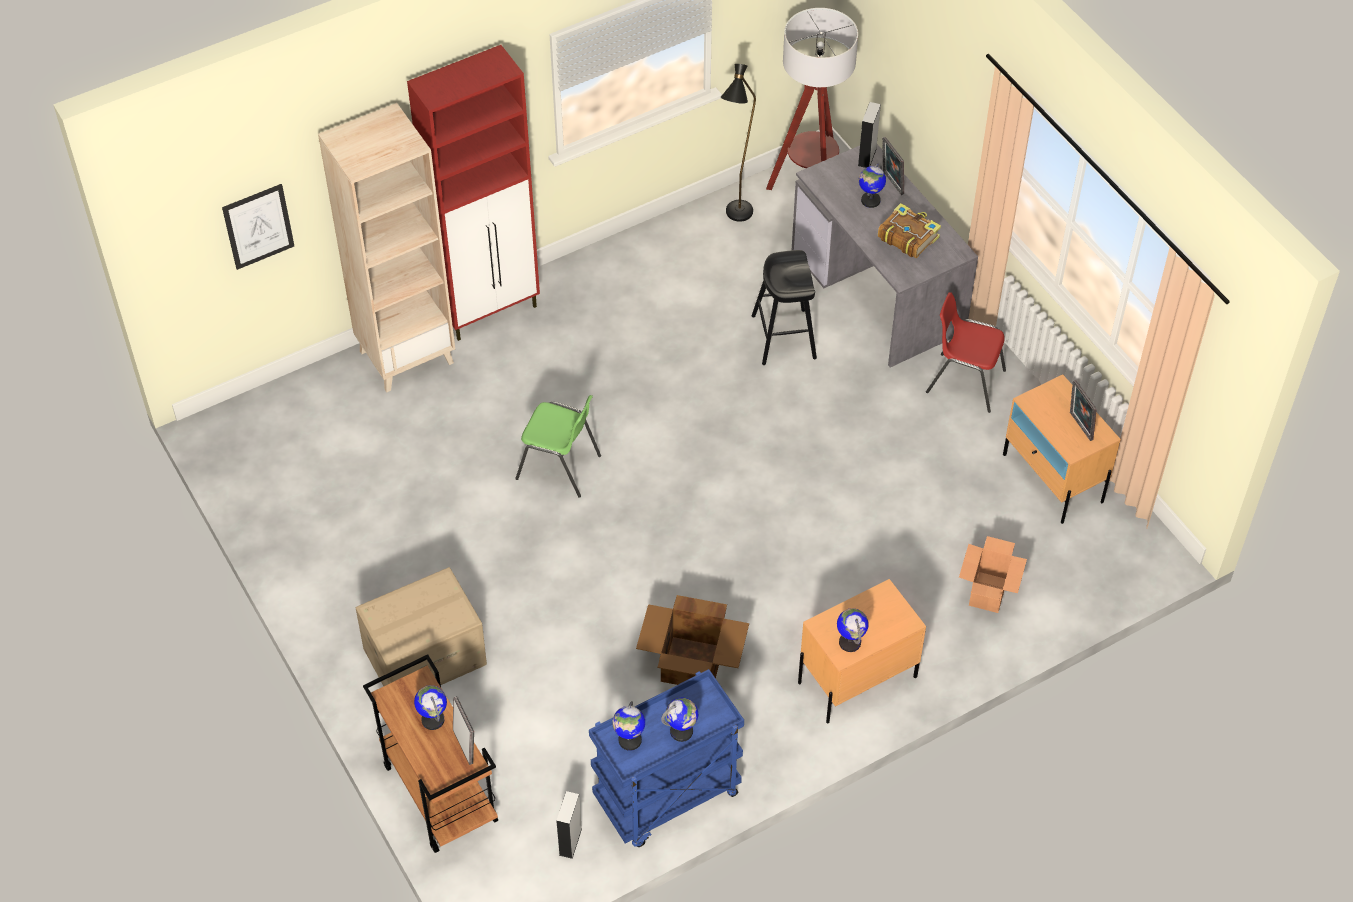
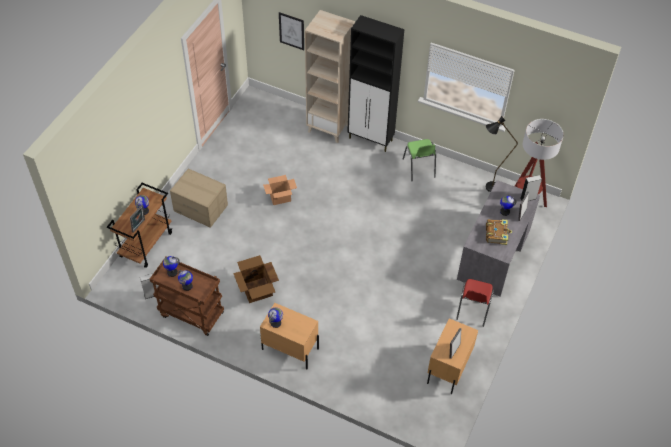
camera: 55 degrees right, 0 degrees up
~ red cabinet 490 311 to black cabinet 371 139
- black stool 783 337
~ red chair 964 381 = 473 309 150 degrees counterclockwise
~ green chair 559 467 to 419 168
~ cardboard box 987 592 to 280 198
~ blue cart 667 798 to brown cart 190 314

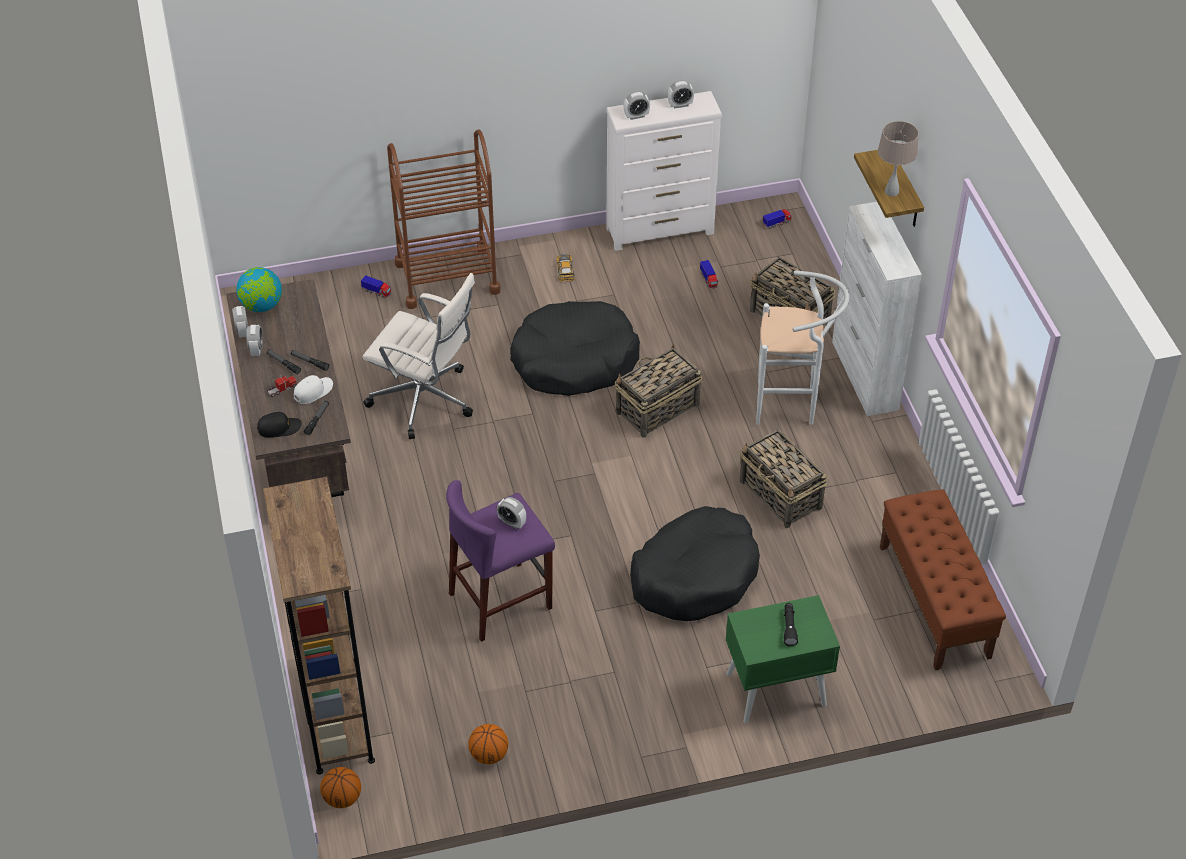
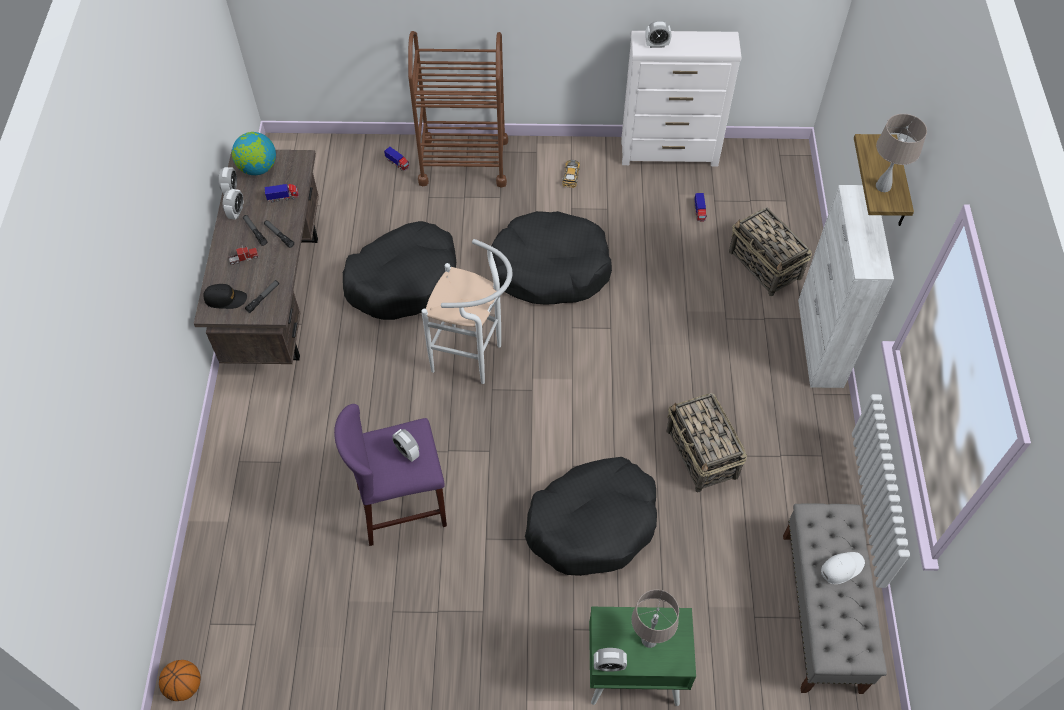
camera: 15 degrees right, 10 degrees up
~ alarm clock 680 105 to 609 665
~ toy truck 776 223 to 283 197
~ white stool 792 405 to 473 359
~ white office chair 425 400 to black dog bed 403 280
- basket 656 409
~ white cap 313 391 to 842 568
- brown bookcase 335 715
~ brown bench 934 602 to grey bench 821 612
~ black flashlight 789 627 to beige table lamp 649 639
- basketball 489 755

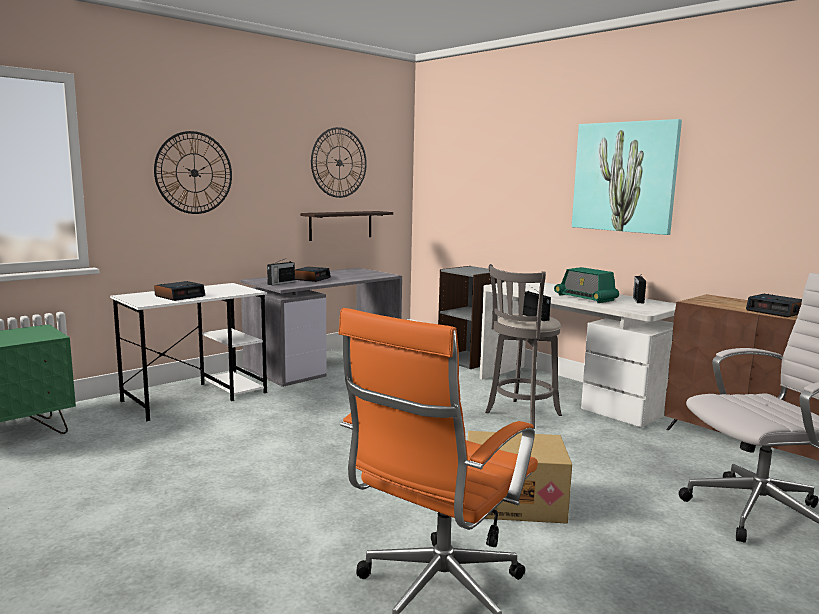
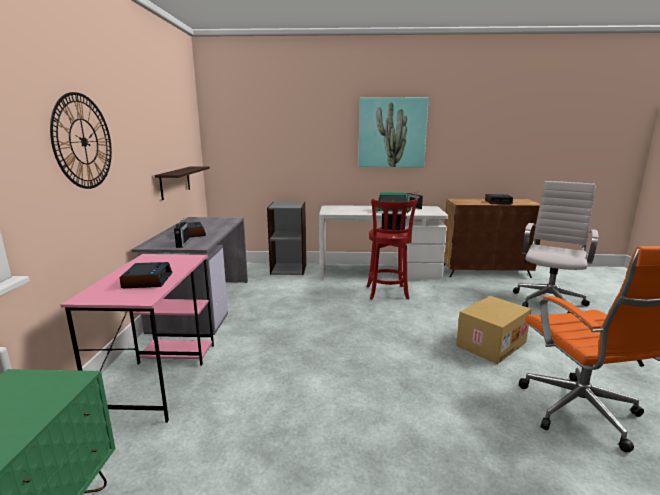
camera: 45 degrees left, 5 degrees up
- wall clock 339 162
~ grey stool 520 415 to red stool 387 293
~ white desk 196 396 to pink desk 160 376

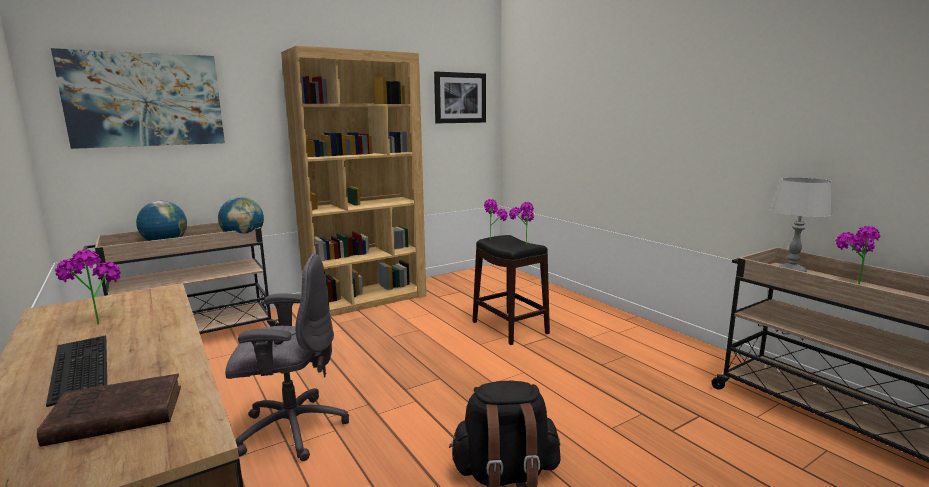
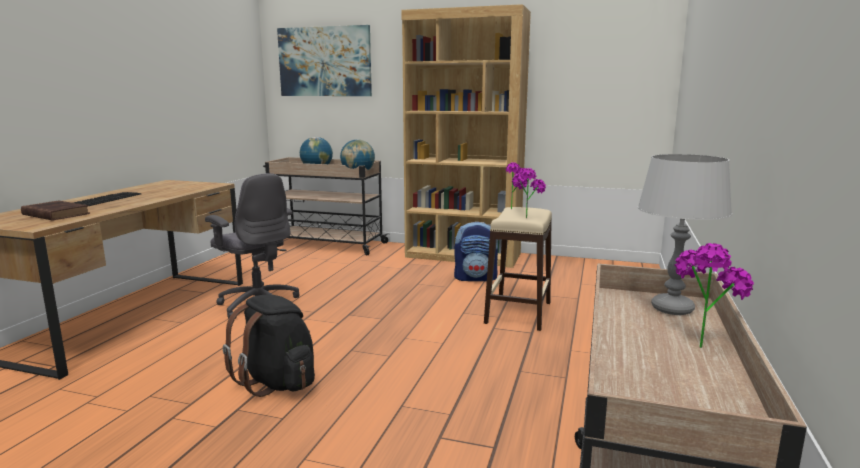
camera: 50 degrees right, 0 degrees up
- picture 460 98
~ black stool 509 327 to beige stool 517 312
- potted plant 97 321
+ backpack 476 278

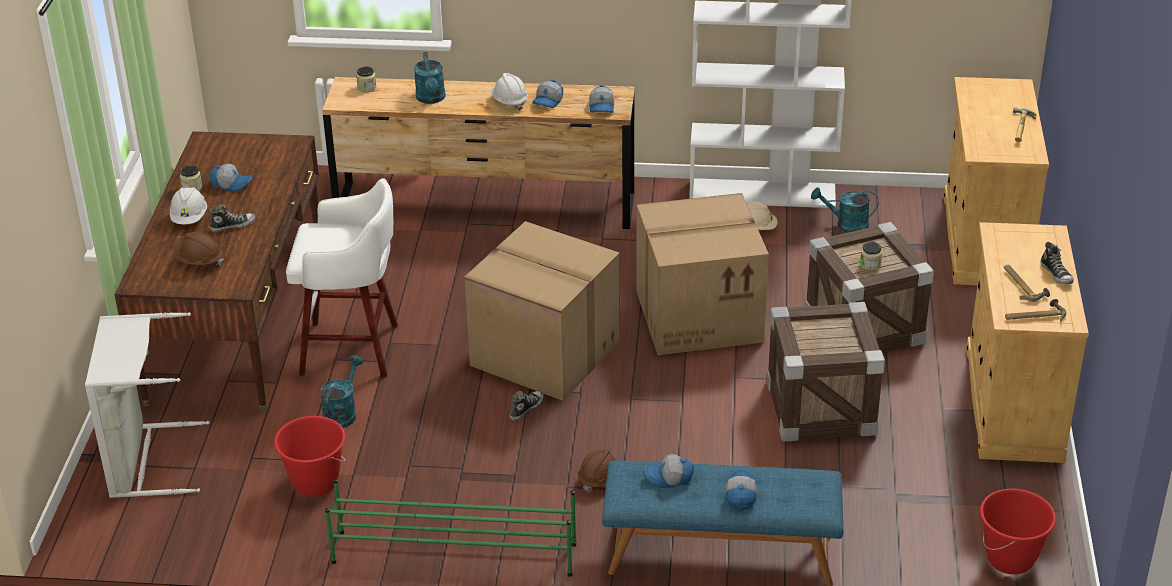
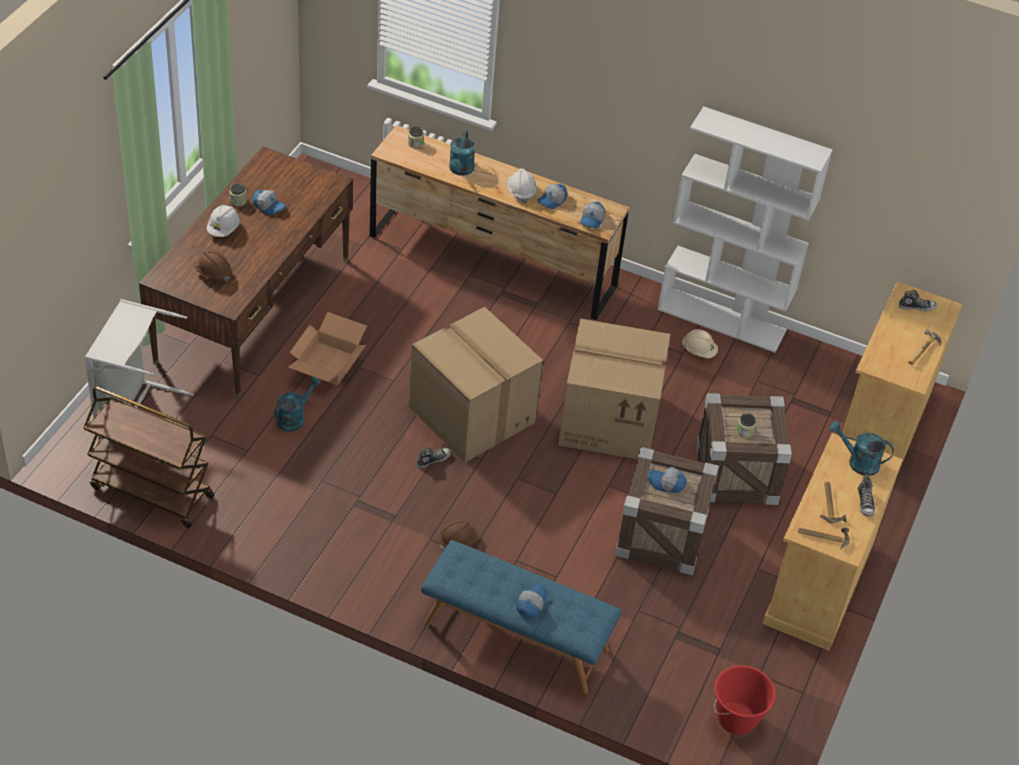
camera: 15 degrees right, 10 degrees up
~ white stool 353 350 to cardboard box 328 364
~ turquoise watering can 846 225 to 857 462
~ shoe 232 225 to 916 307
- red bucket 315 483
~ cap 669 478 to 666 484
- green shoe rack 453 553
+ brown cart 151 492

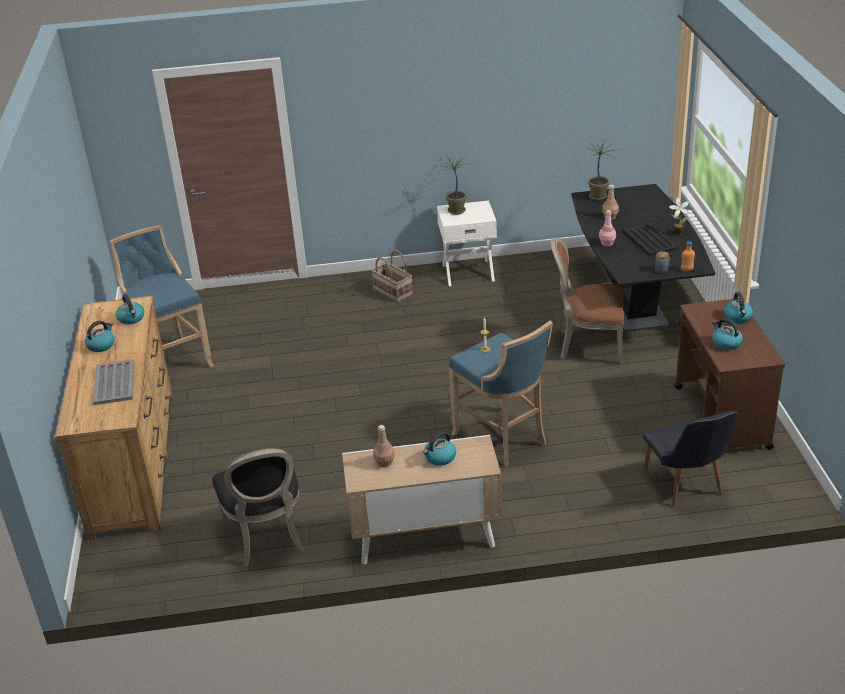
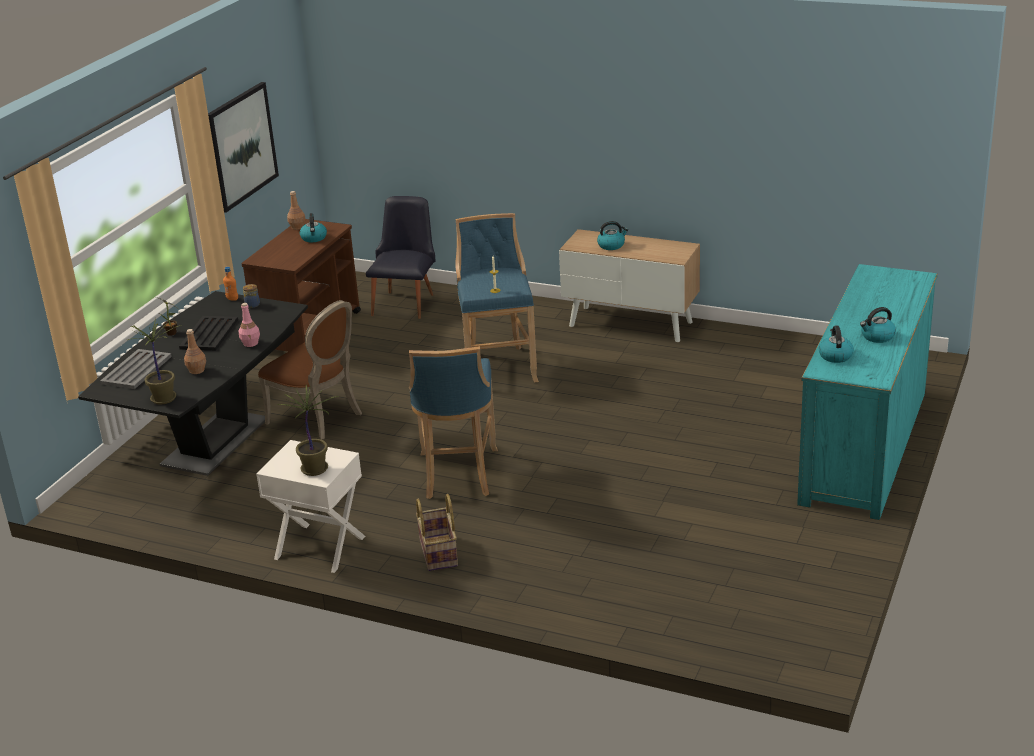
camera: 150 degrees left, 5 degrees down
~ blue stool 171 359 to 458 475
- kettle 737 317
~ brown dresser 133 461 to turquoise dresser 864 446
~ grey tray 114 382 to 136 370
~ brown bottle 385 462 to 297 227
- black chair 267 537
+ picture 241 146

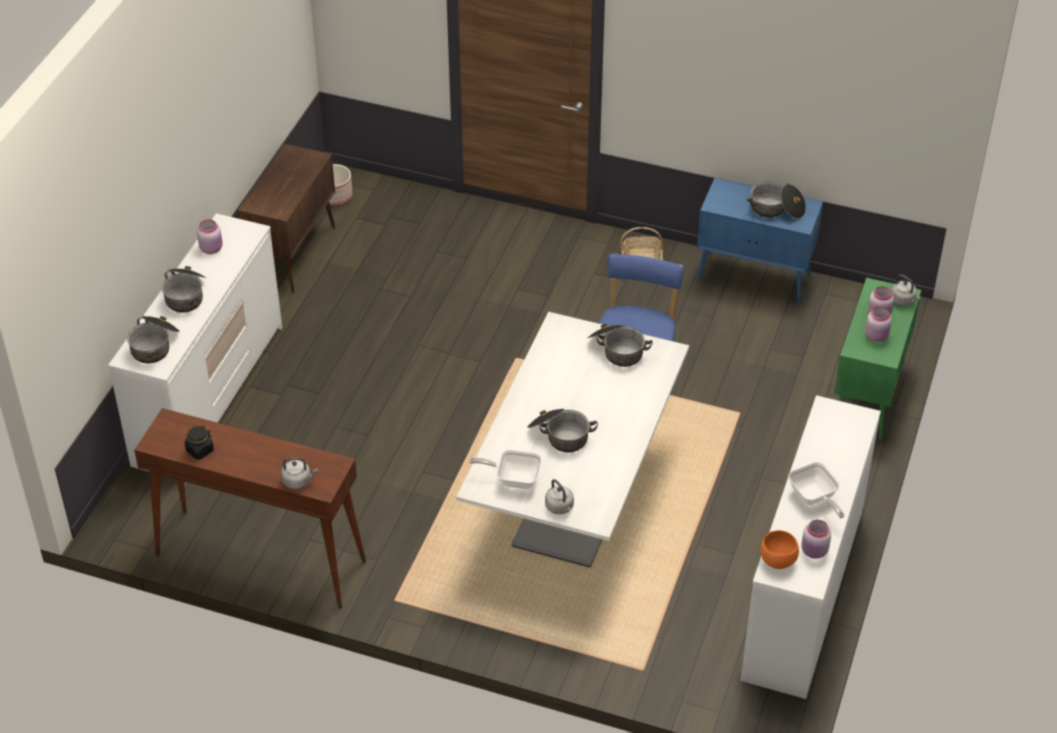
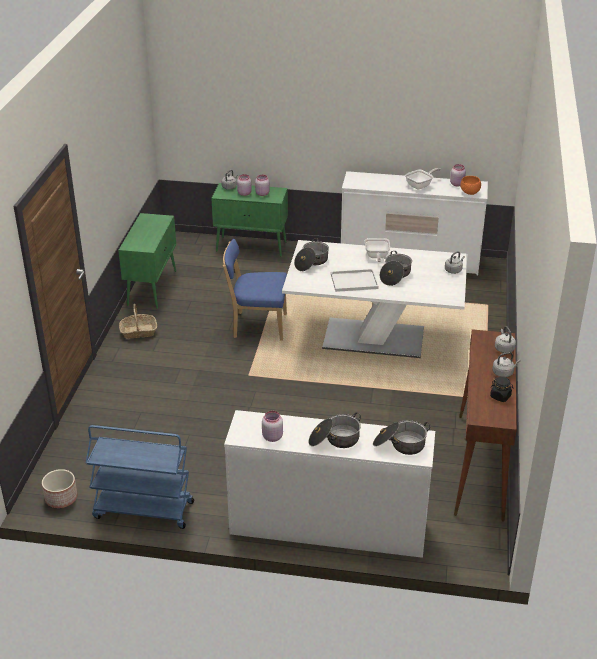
camera: 100 degrees left, 10 degrees down
~ brown cabinet 294 253 to blue cart 143 510
~ blue cabinet 754 279 to green cabinet 152 287
- cooking pot 776 209
~ frying pan 513 479 to 376 257
+ white tray 353 281
+ grey kettle 503 373

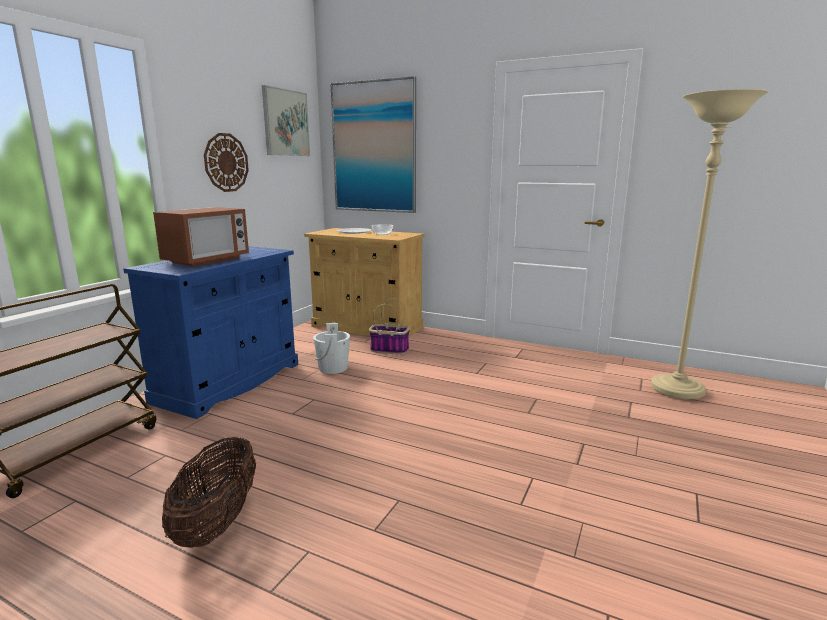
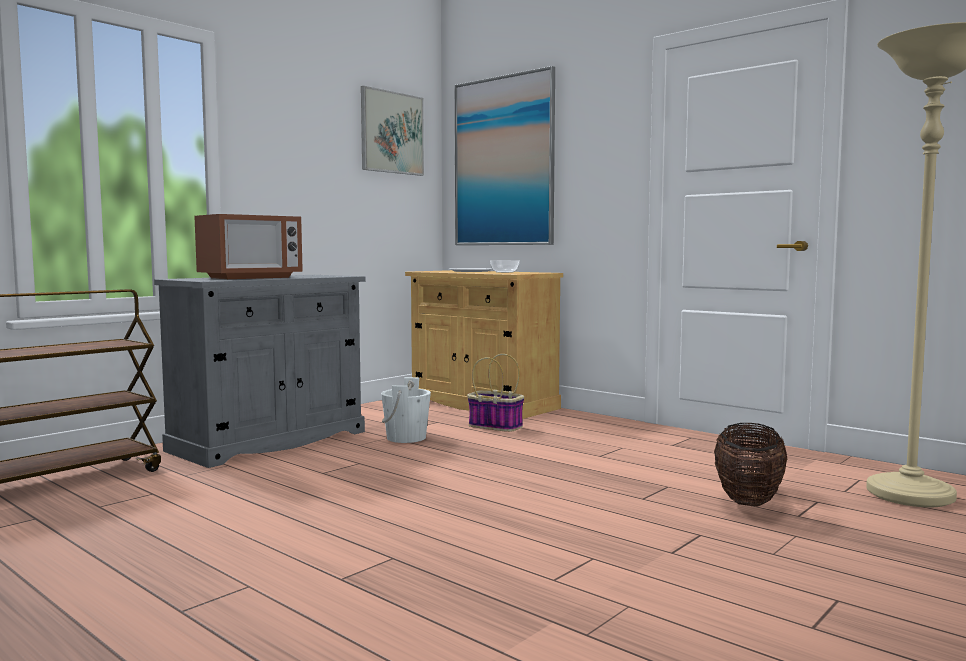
camera: 15 degrees right, 10 degrees down
- wall clock 226 162
~ blue cabinet 229 382 to grey cabinet 269 441
~ basket 217 522 to 748 500

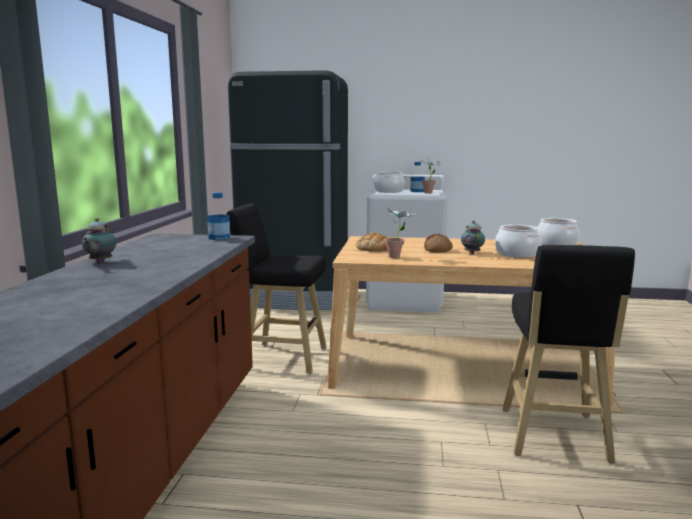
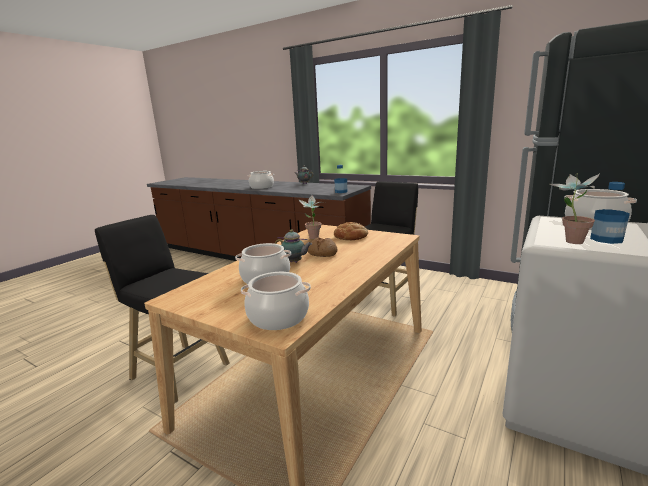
camera: 115 degrees right, 5 degrees up
+ cooking pot 262 187

